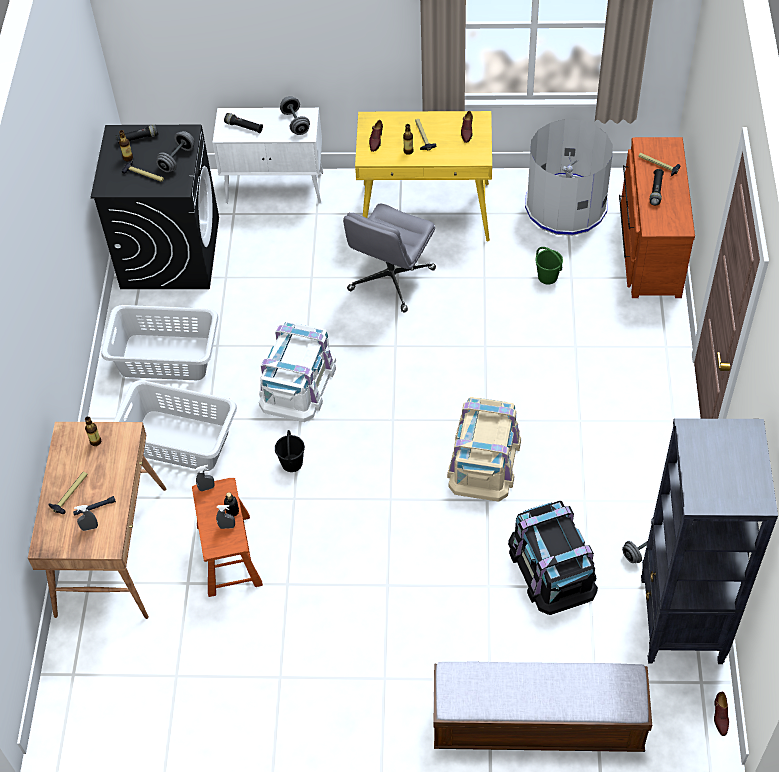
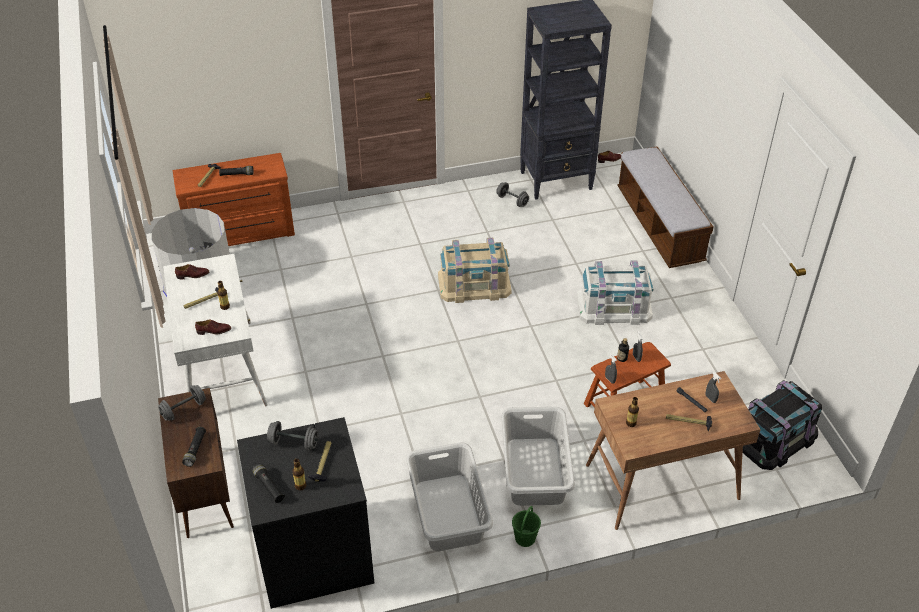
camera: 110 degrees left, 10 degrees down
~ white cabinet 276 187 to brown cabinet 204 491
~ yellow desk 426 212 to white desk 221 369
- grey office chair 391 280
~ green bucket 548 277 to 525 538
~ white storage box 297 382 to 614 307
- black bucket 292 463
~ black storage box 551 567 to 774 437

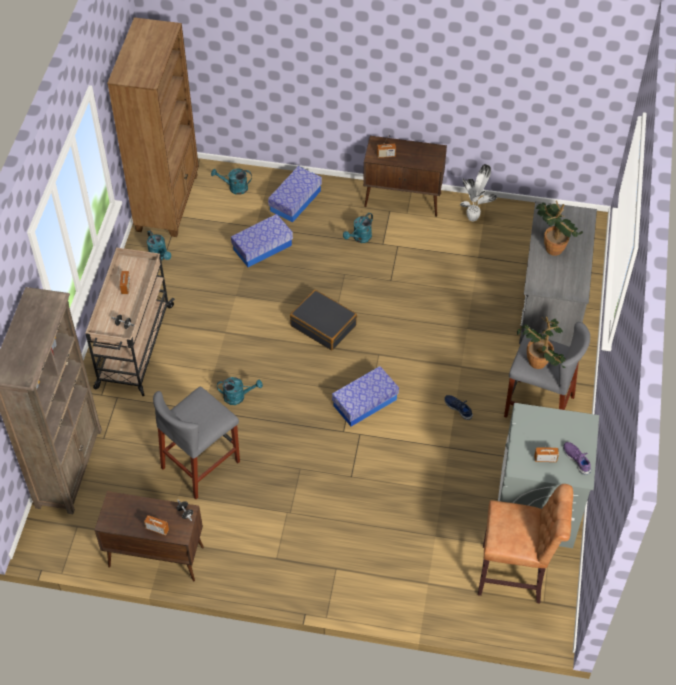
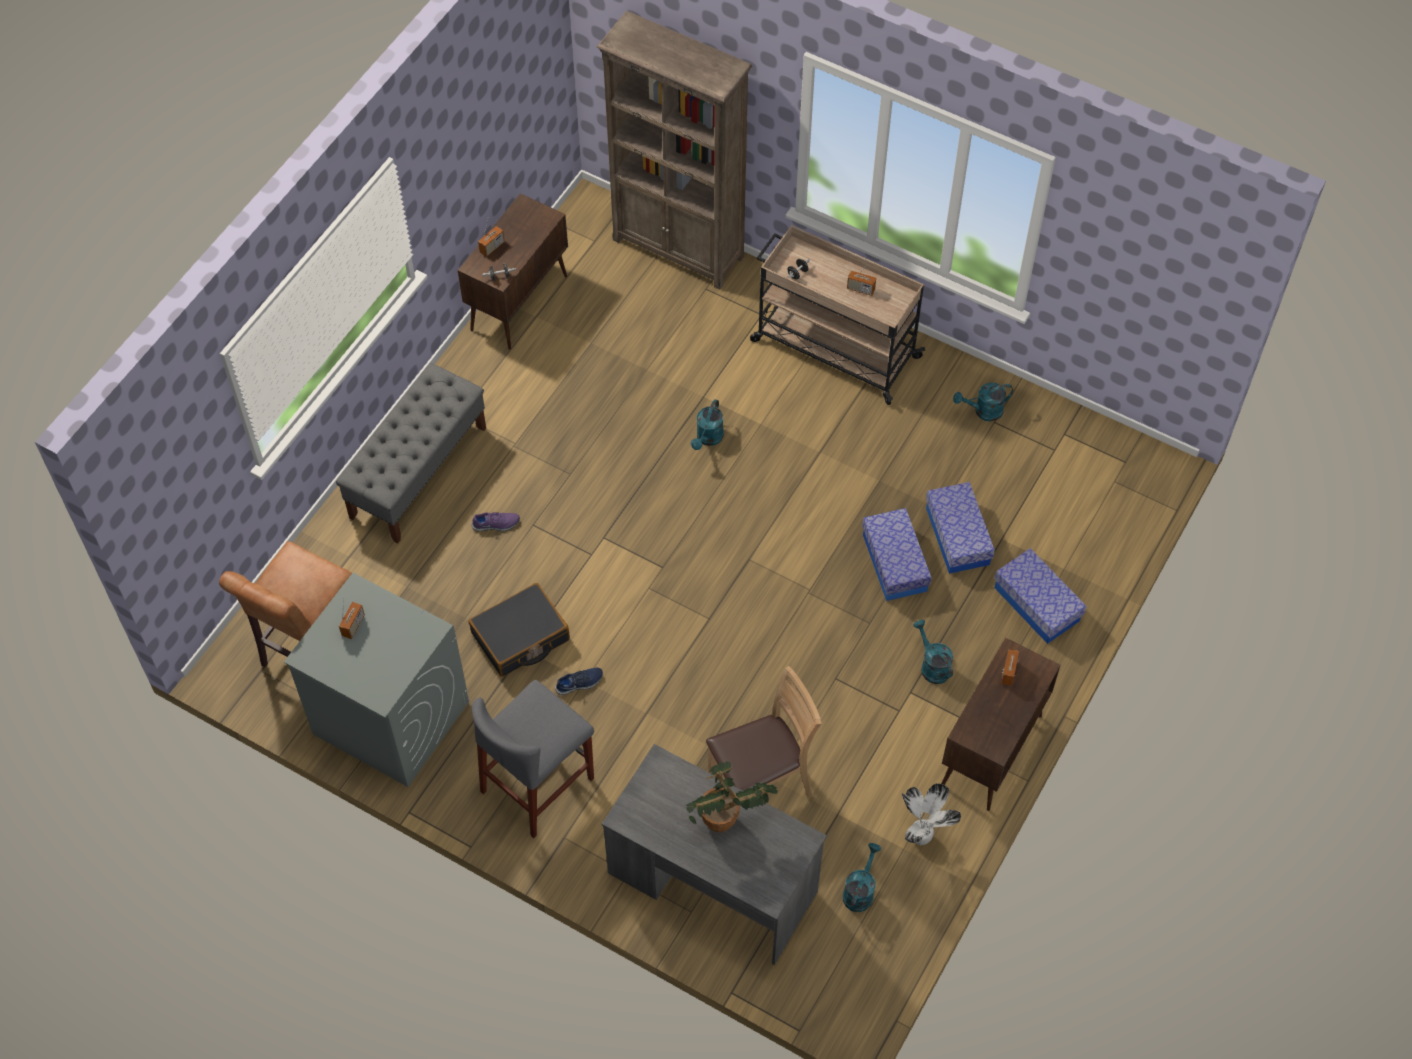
camera: 110 degrees right, 5 degrees up
- brown bookcase 168 202
~ turquoise watering can 234 188 to 860 890
~ black suitcase 323 325 to 520 637
- potted plant 539 365
~ storage box 365 403 to 894 563
- grey stool 201 464
~ purple shoe 577 459 to 496 524
+ grey bench 418 472
+ brown chair 761 783

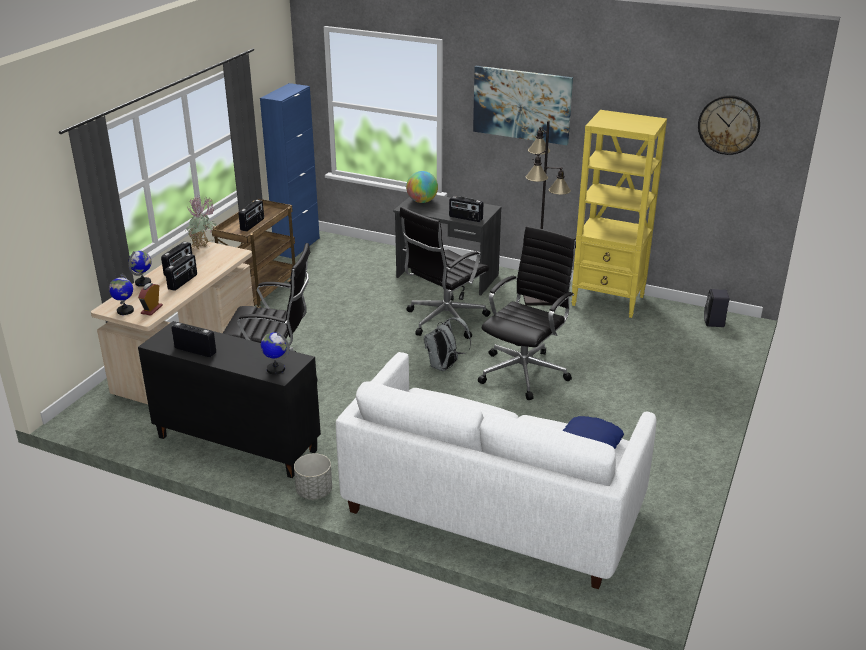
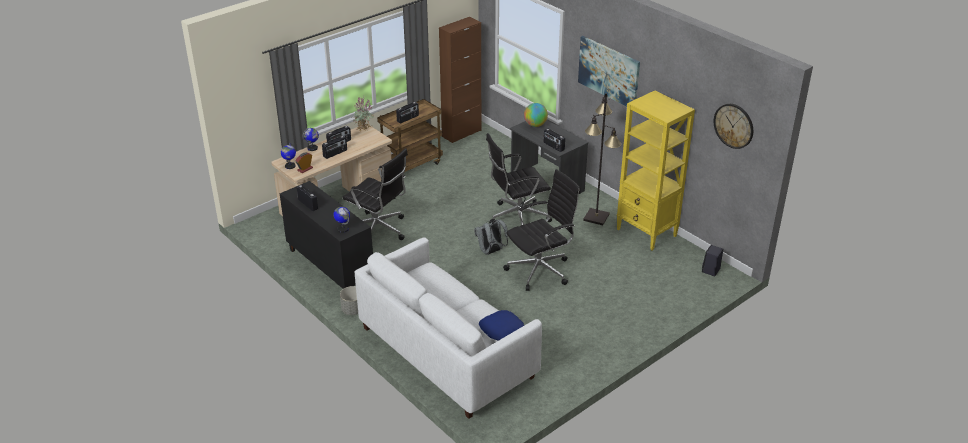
camera: 25 degrees right, 5 degrees up
~ blue cabinet 297 246 to brown cabinet 461 133

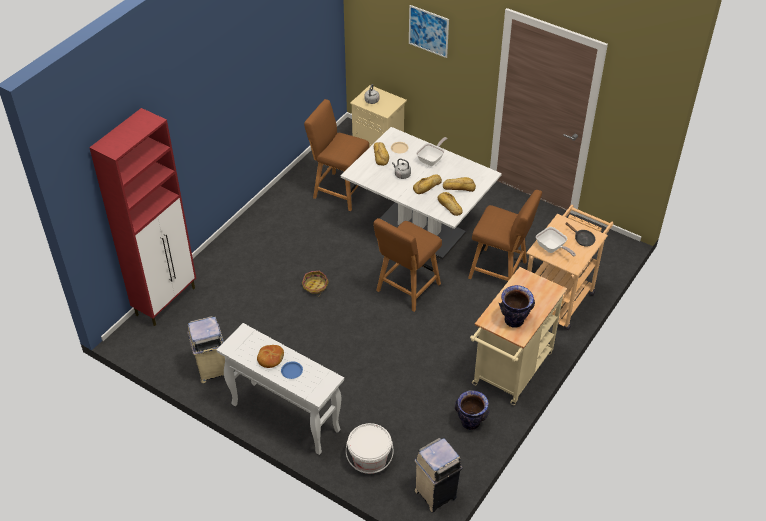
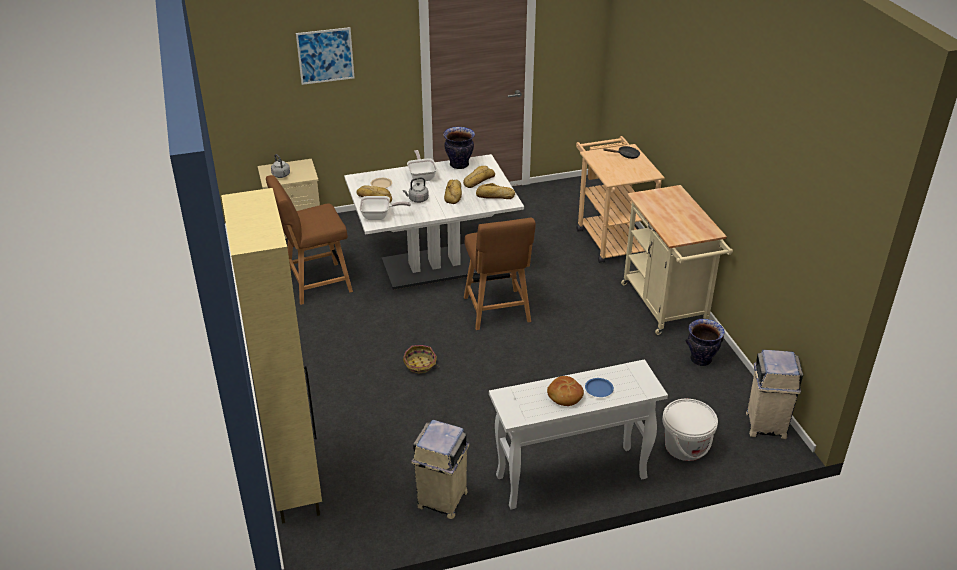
camera: 50 degrees left, 10 degrees down
~ red cabinet 166 301 to beige cabinet 295 485
- brown chair 500 271
~ frying pan 552 248 to 379 216
~ vase 514 321 to 459 165

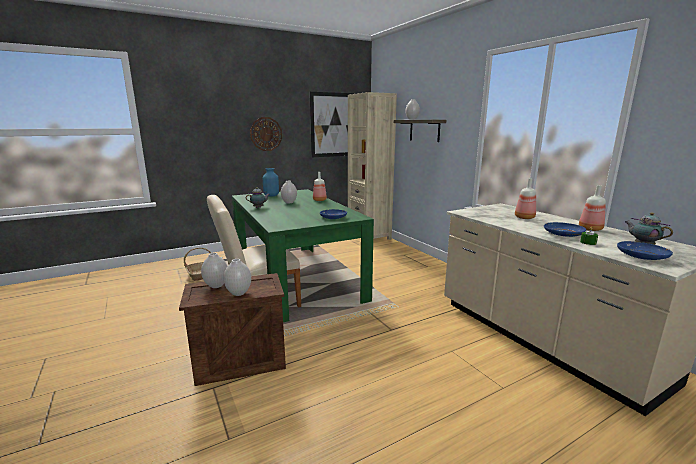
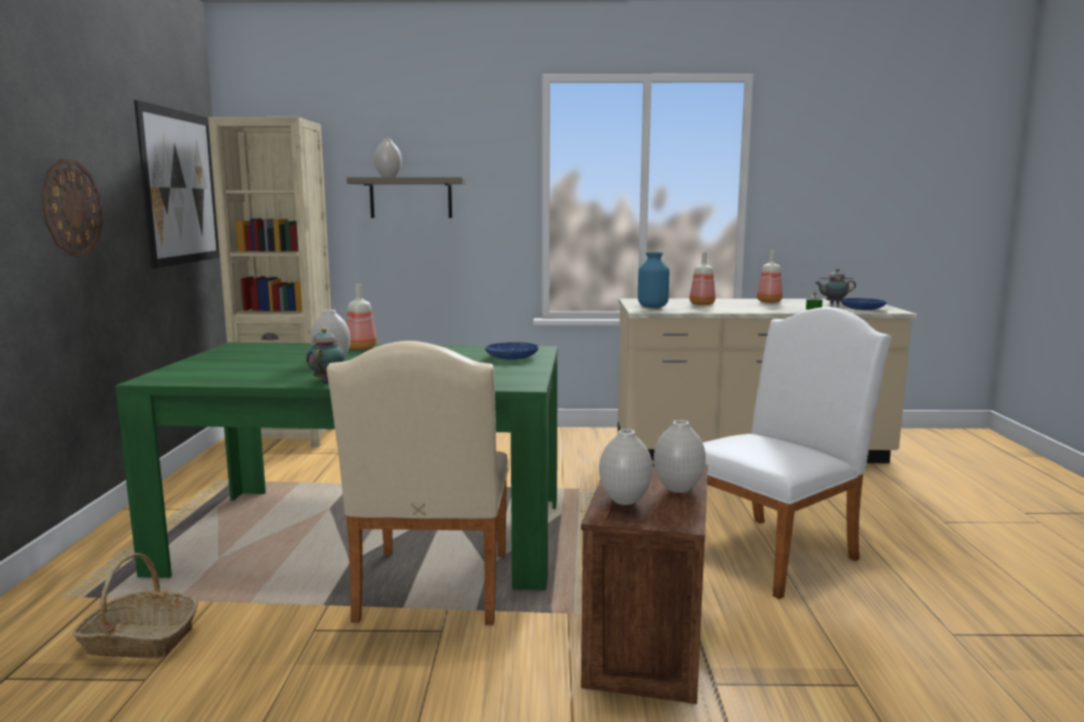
camera: 60 degrees left, 5 degrees down
~ blue vase 271 195 to 653 306
- blue plate 563 234
+ white chair 776 552

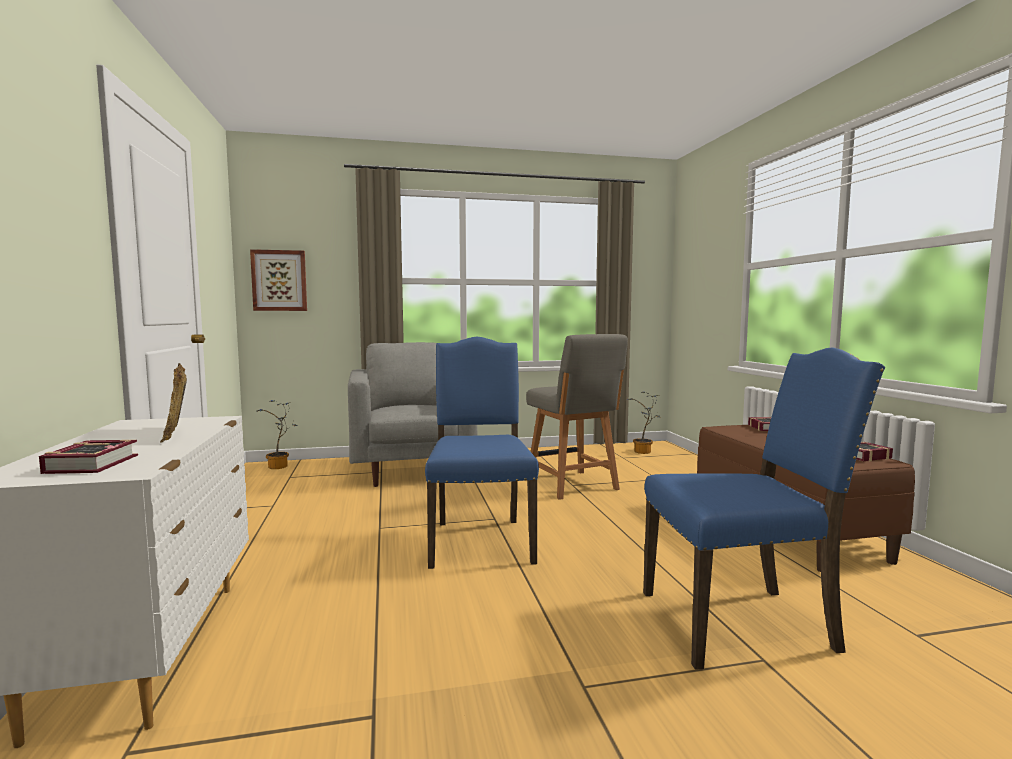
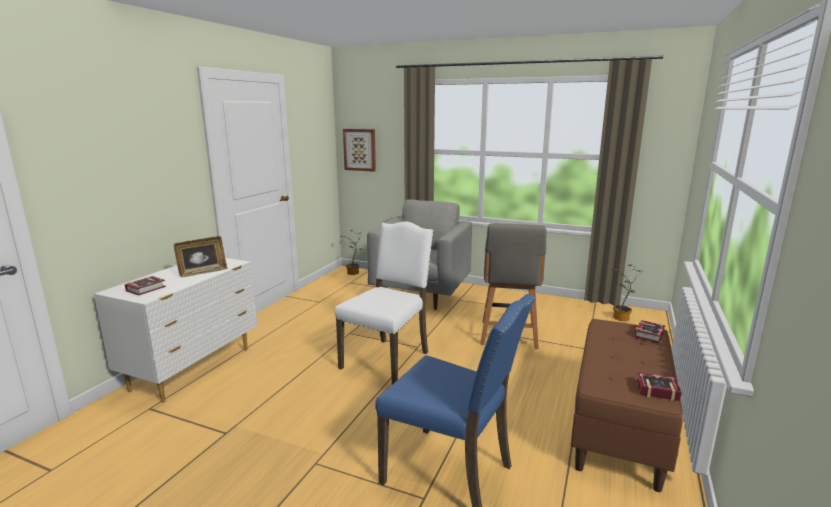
camera: 35 degrees right, 10 degrees up
~ blue chair 480 540 to white chair 388 359
~ picture frame 176 433 = 203 272 135 degrees counterclockwise

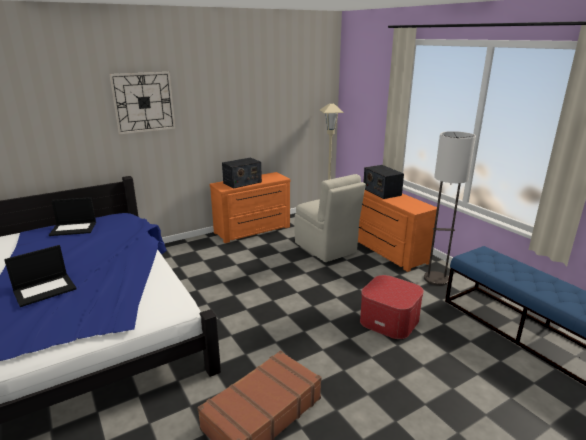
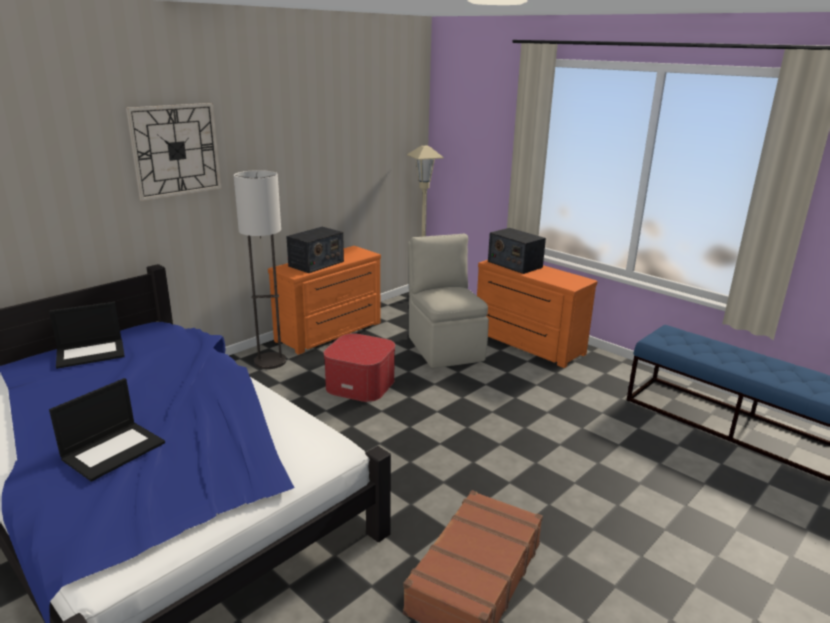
camera: 15 degrees left, 0 degrees up
~ floor lamp 436 279 to 270 361
~ beige chair 326 248 = 445 347 150 degrees counterclockwise
~ ottoman 389 319 to 360 384

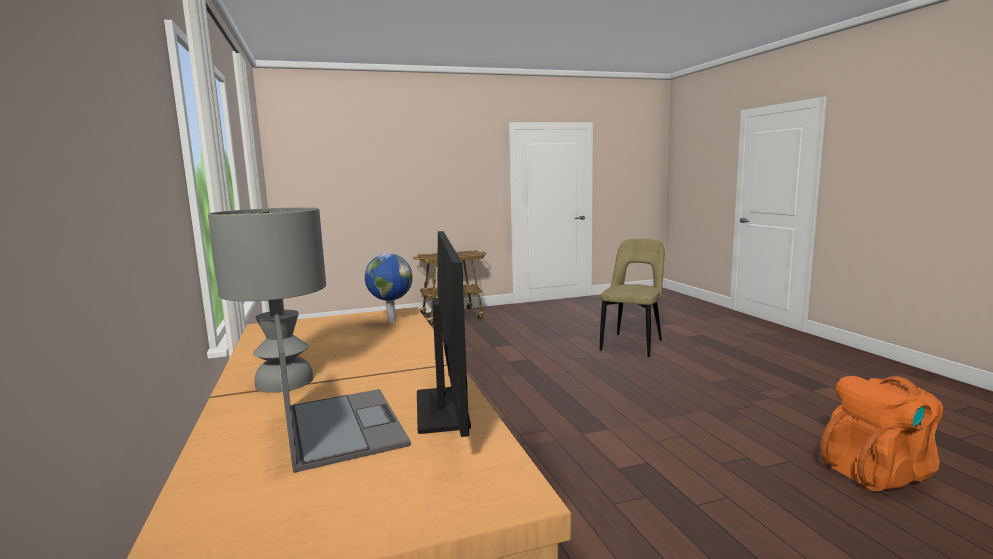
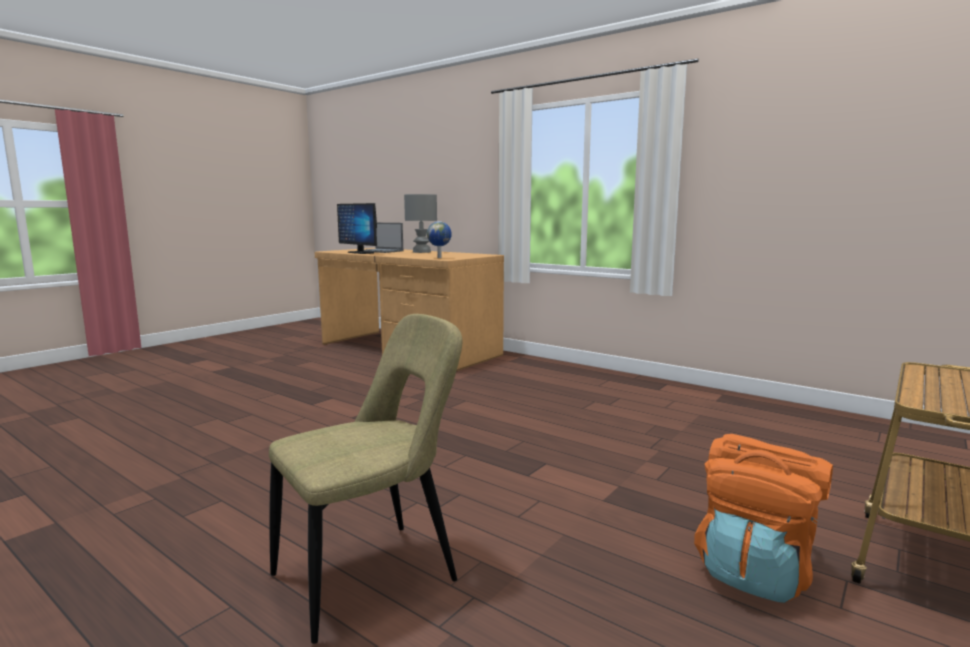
camera: 145 degrees right, 0 degrees up
~ beige chair 633 344 = 373 575 120 degrees counterclockwise
~ orange backpack 878 472 to 755 571

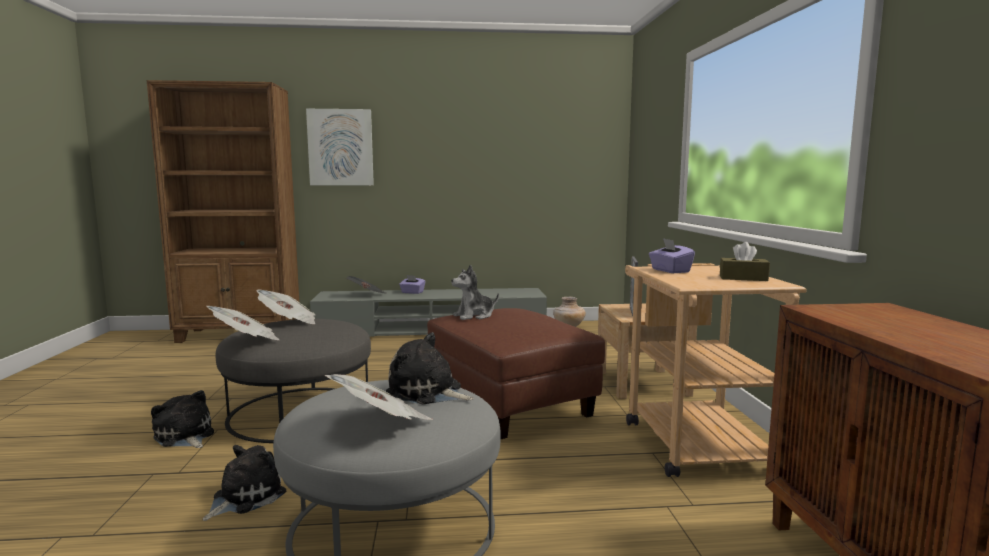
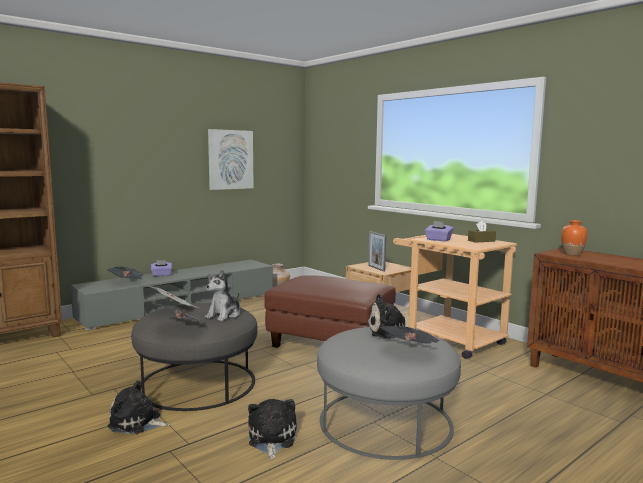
camera: 35 degrees left, 0 degrees up
~ picture 340 147 to 230 159
~ plush toy 474 316 to 224 315
+ orange vase 572 254

